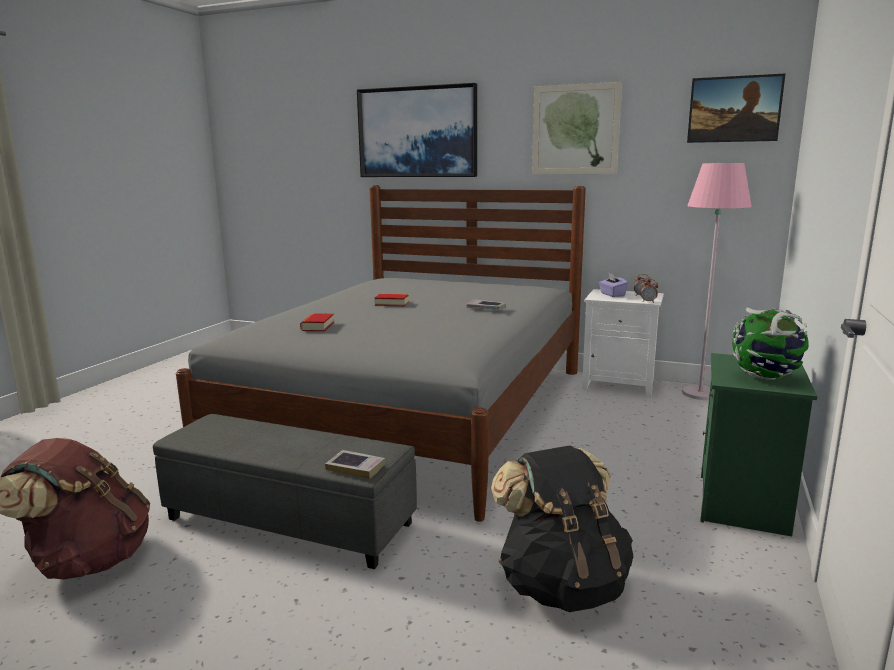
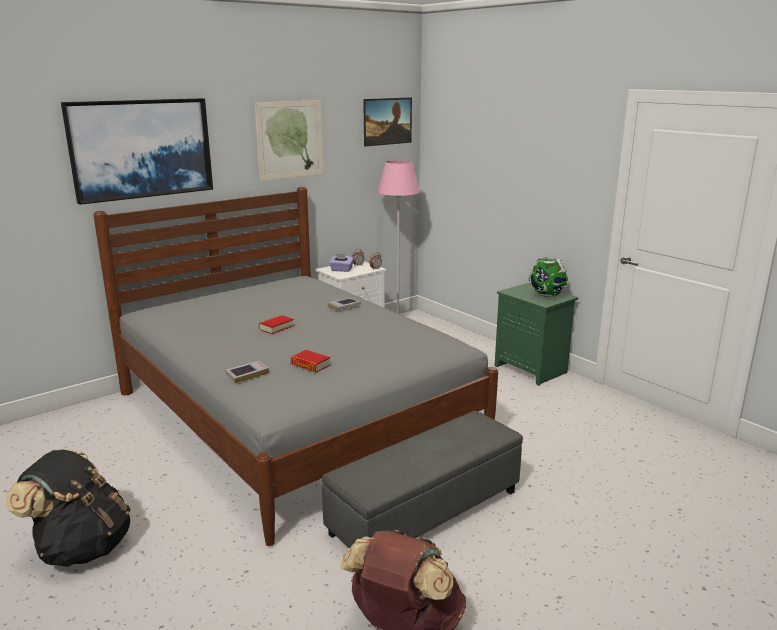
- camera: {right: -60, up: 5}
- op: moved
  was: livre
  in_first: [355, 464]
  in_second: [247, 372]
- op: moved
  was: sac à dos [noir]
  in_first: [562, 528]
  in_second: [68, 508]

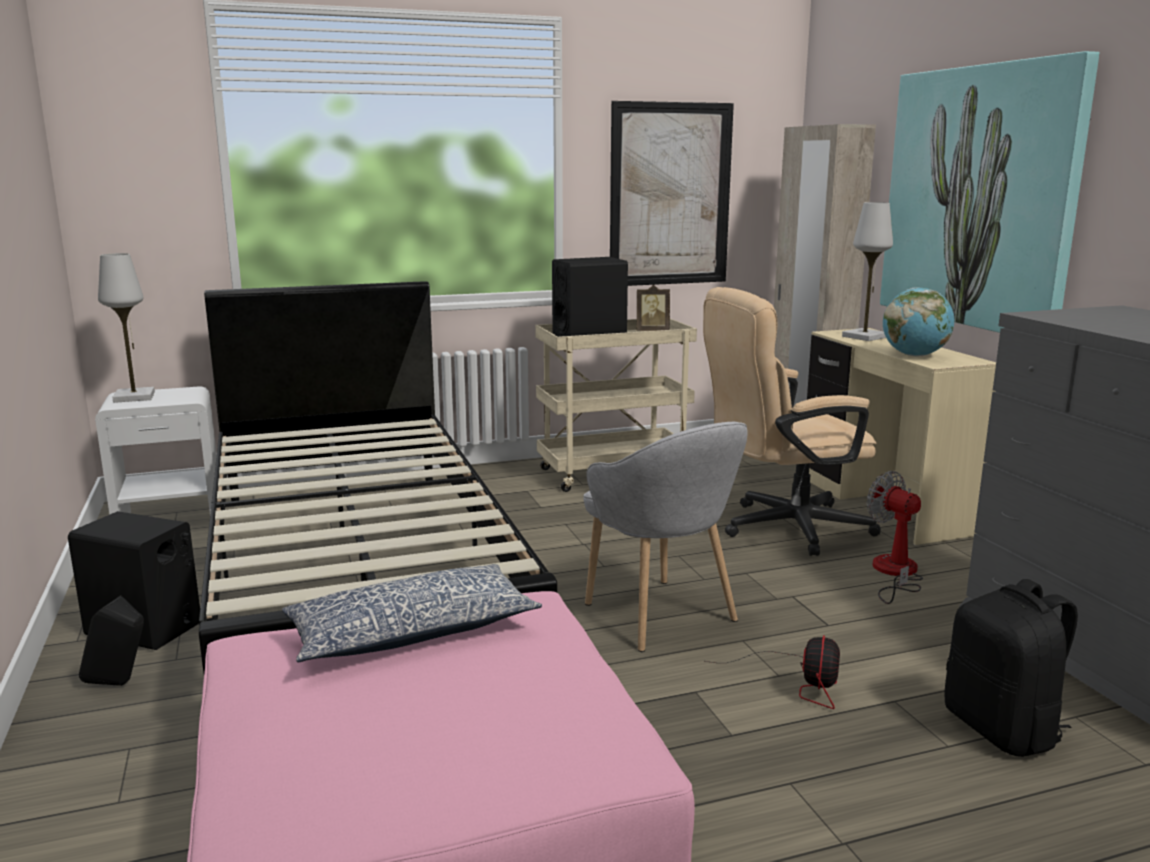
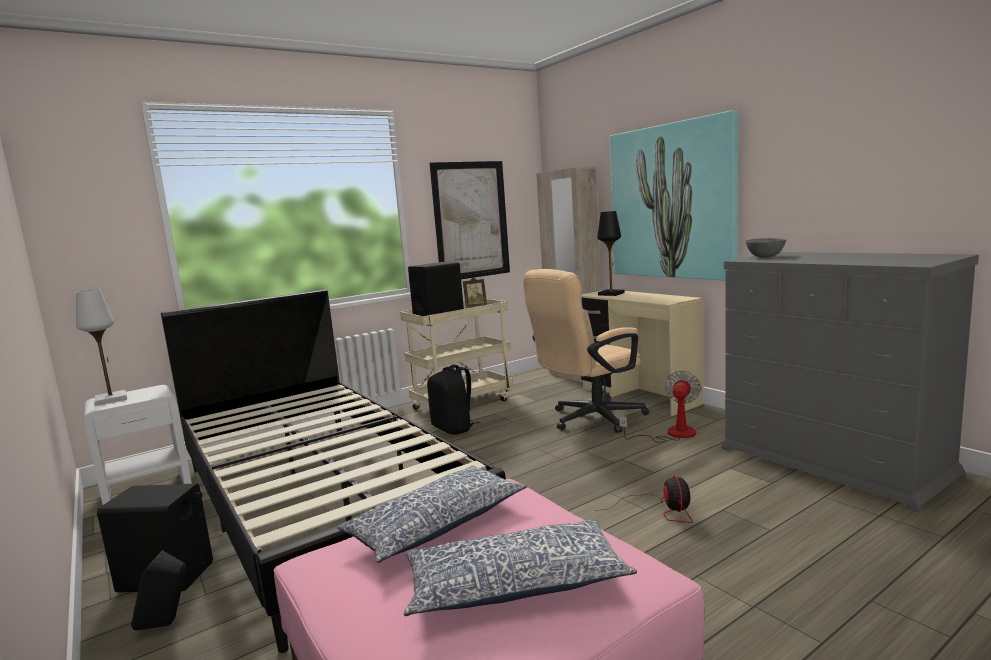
- camera: {right: -15, up: -5}
- op: removed
  was: fauteuil [gris]
  in_first: [665, 537]
- op: removed
  was: globe
  in_first: [918, 321]
- op: added
  now: coussin
  in_second: [520, 567]
- op: added
  now: bol [gris]
  in_second: [766, 248]
- op: moved
  was: sac à dos [noir]
  in_first: [1011, 668]
  in_second: [454, 400]
- op: recoloured
  was: lampe de table [blanc]
  now: lampe de table [noir]
  in_first: [867, 271]
  in_second: [611, 253]
- op: turned
  was: ventilateur
  in_first: [895, 537]
  in_second: [660, 406]
  clockwise: 75

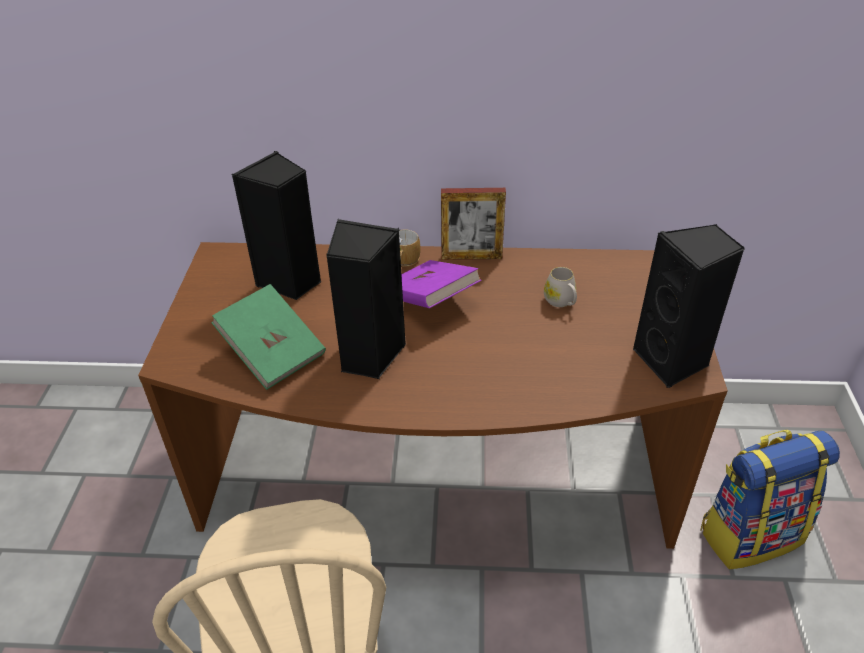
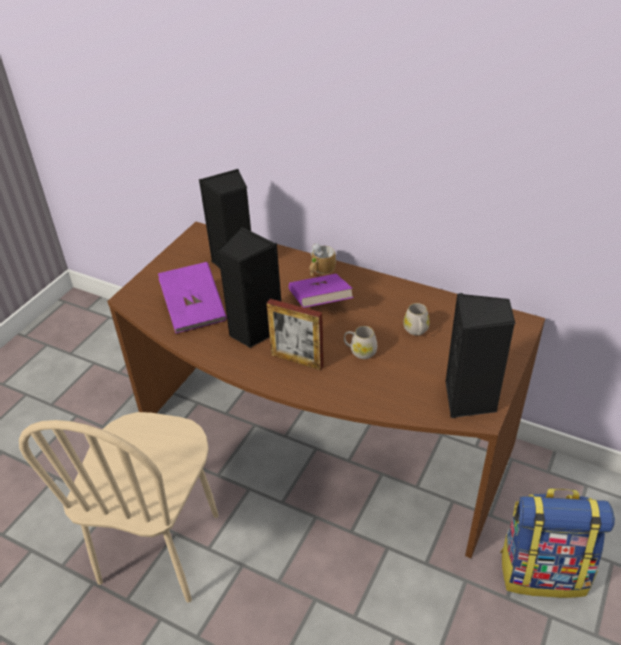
- camera: {right: 25, up: 0}
- op: added
  now: mug [blanc]
  in_second: [360, 342]
- op: moved
  was: cadre photo
  in_first: [473, 224]
  in_second: [295, 334]
- op: recoloured
  was: livre [vert]
  now: livre [violet]
  in_first: [268, 337]
  in_second: [192, 297]

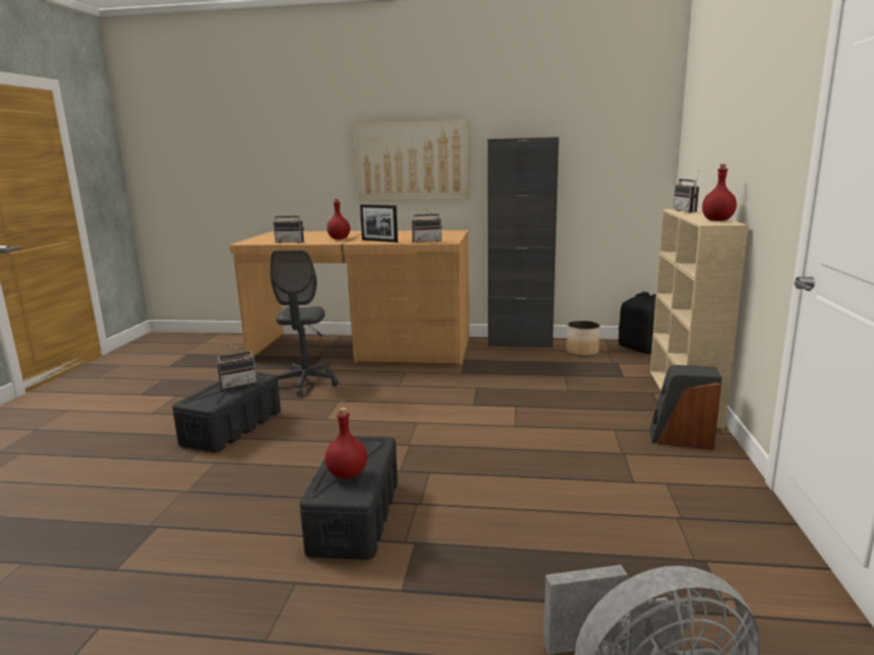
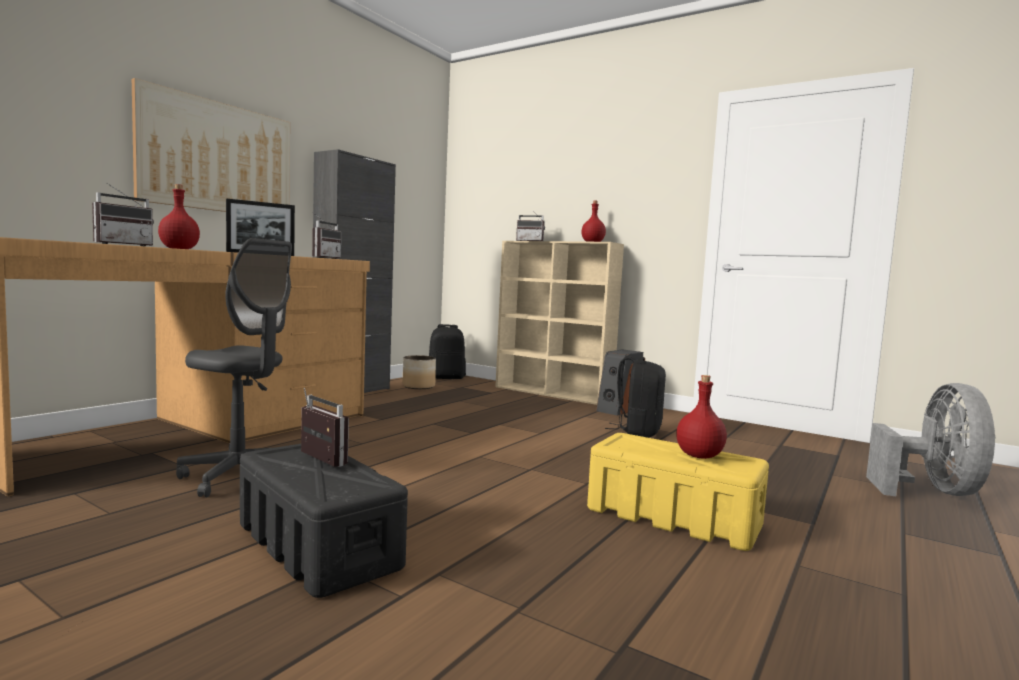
- camera: {right: -65, up: -10}
- op: added
  now: sac à dos [noir]
  in_second: [635, 396]
- op: recoloured
  was: boîte de rangement [noir]
  now: boîte de rangement [jaune]
  in_first: [349, 498]
  in_second: [678, 492]
- op: turned
  was: radio
  in_first: [237, 365]
  in_second: [325, 427]
  clockwise: -45

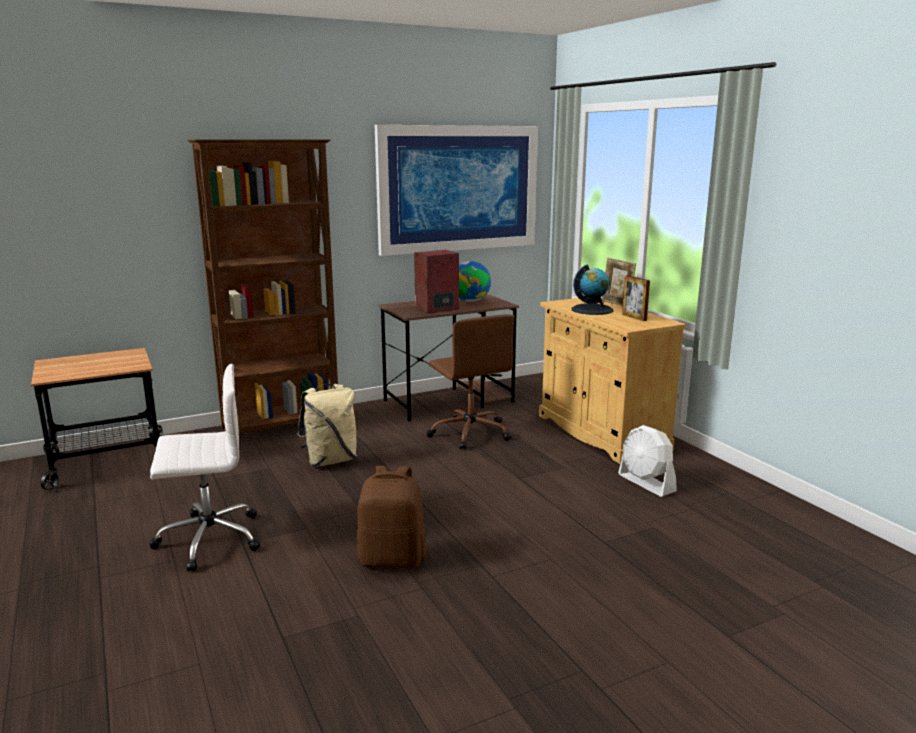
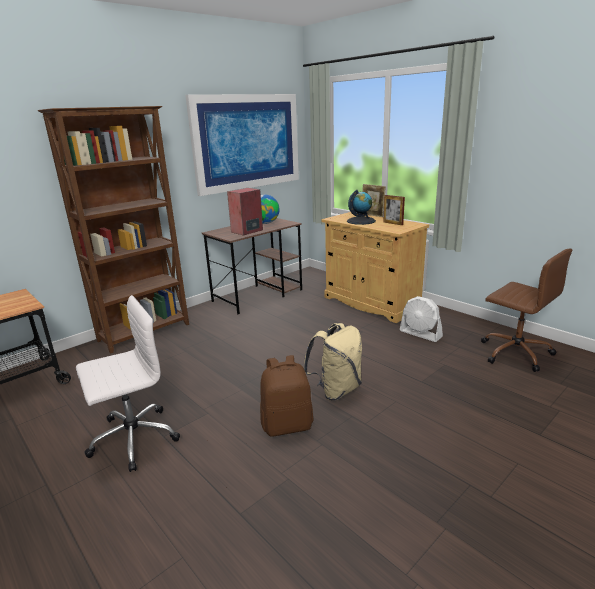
- camera: {right: -15, up: 5}
- op: moved
  was: sac à dos [beige]
  in_first: [327, 425]
  in_second: [333, 361]
- op: moved
  was: chaise de bureau [marron]
  in_first: [470, 382]
  in_second: [527, 310]

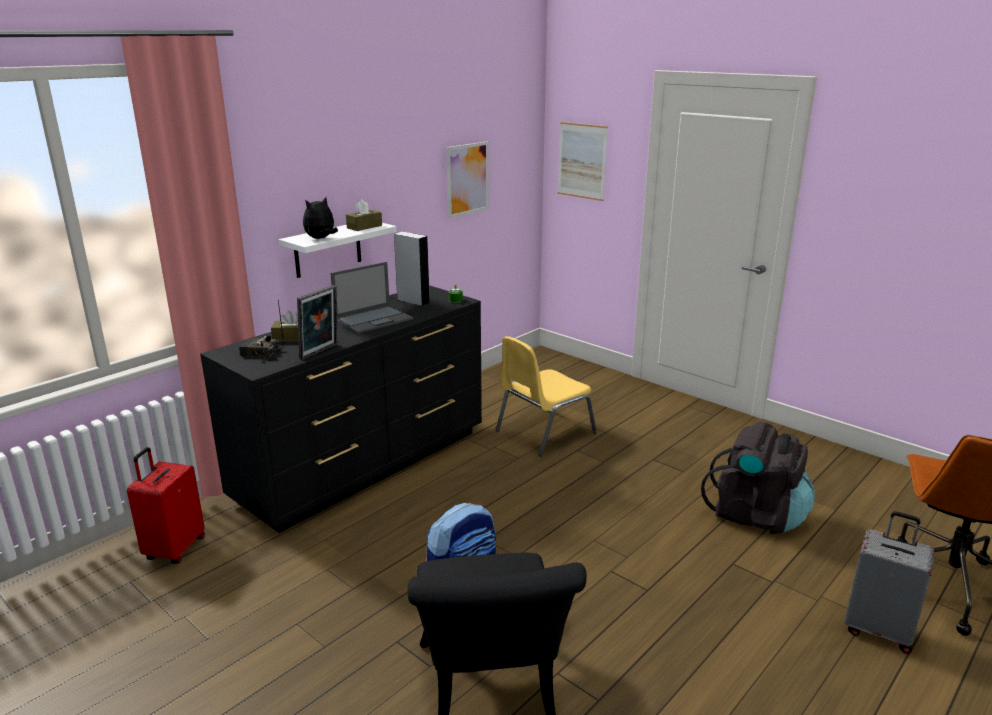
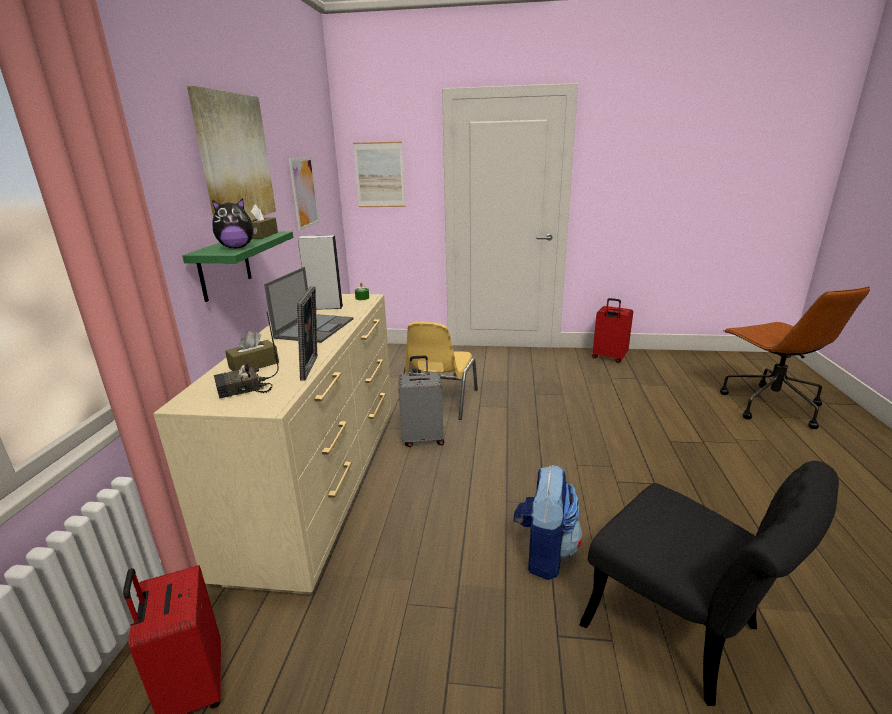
- camera: {right: -35, up: 0}
- op: removed
  was: sac à dos [noir]
  in_first: [758, 478]
- op: added
  now: tableau
  in_second: [231, 152]
- op: added
  now: valise [rouge]
  in_second: [612, 330]
- op: moved
  was: valise [gris]
  in_first: [889, 582]
  in_second: [421, 401]
- op: recoloured
  was: commode [noir]
  now: commode [beige]
  in_first: [341, 409]
  in_second: [273, 444]
- op: recoloured
  was: étagère [blanc]
  now: étagère [vert]
  in_first: [338, 250]
  in_second: [237, 266]
- op: turned
  was: peluche
  in_first: [320, 218]
  in_second: [234, 223]
  clockwise: -120

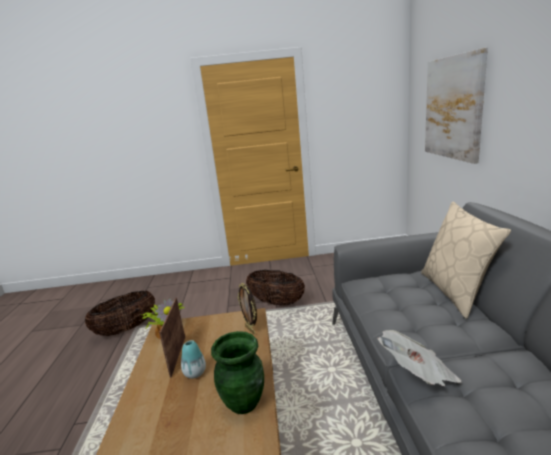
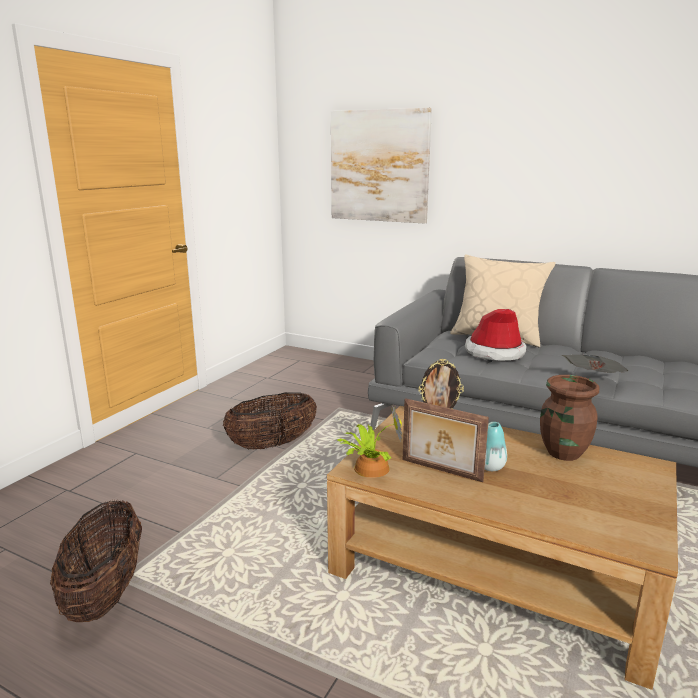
- camera: {right: -60, up: 0}
- op: added
  now: chapeau
  in_second: [495, 335]
- op: recoloured
  was: vase [vert]
  now: vase [marron]
  in_first: [237, 372]
  in_second: [569, 418]

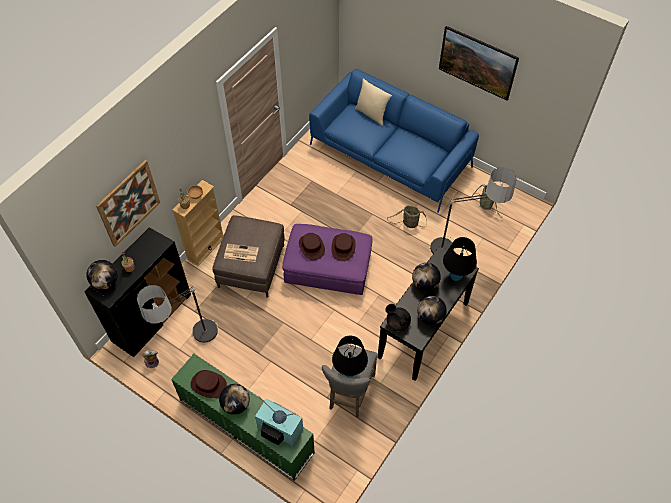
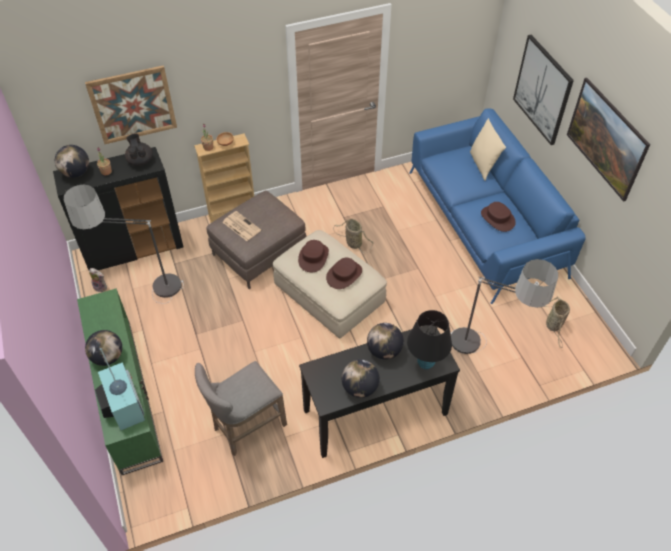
- camera: {right: 35, up: -5}
- op: removed
  was: lampe de table [noir]
  in_first: [350, 356]
- op: added
  now: tableau
  in_second: [543, 90]
- op: moved
  was: chapeau [marron]
  in_first: [208, 384]
  in_second: [498, 217]
- op: moved
  was: théière [noir]
  in_first: [398, 317]
  in_second: [139, 149]
- op: moved
  was: panier
  in_first: [407, 217]
  in_second: [353, 236]
- op: recoloured
  was: pouf [violet]
  now: pouf [beige]
  in_first: [327, 259]
  in_second: [330, 284]

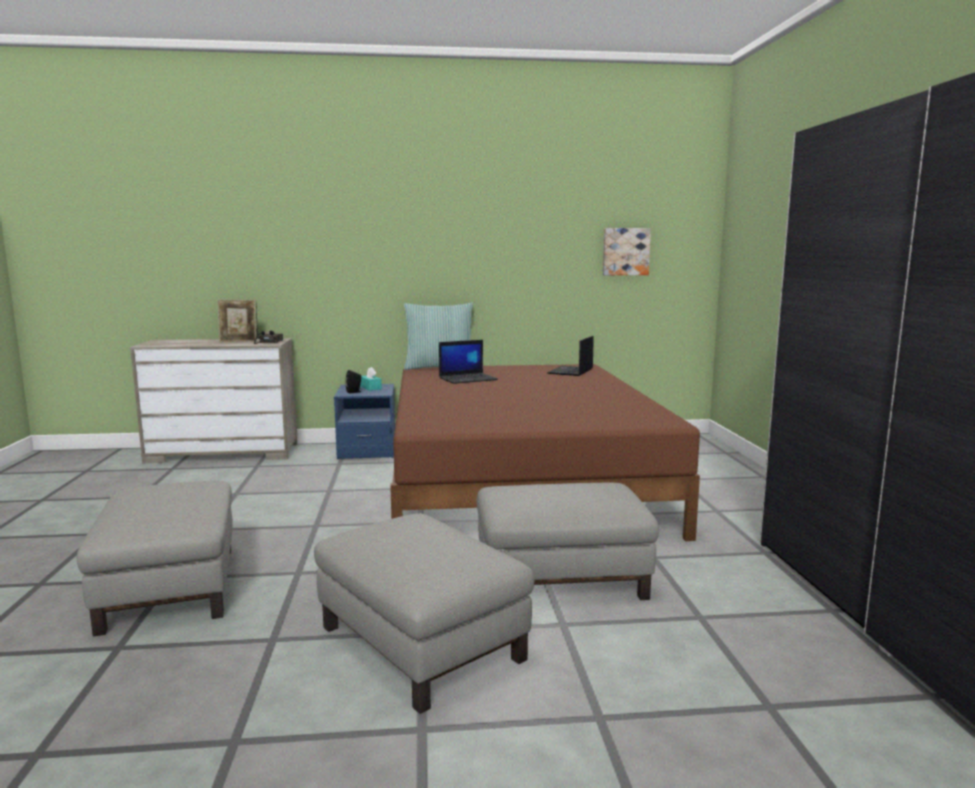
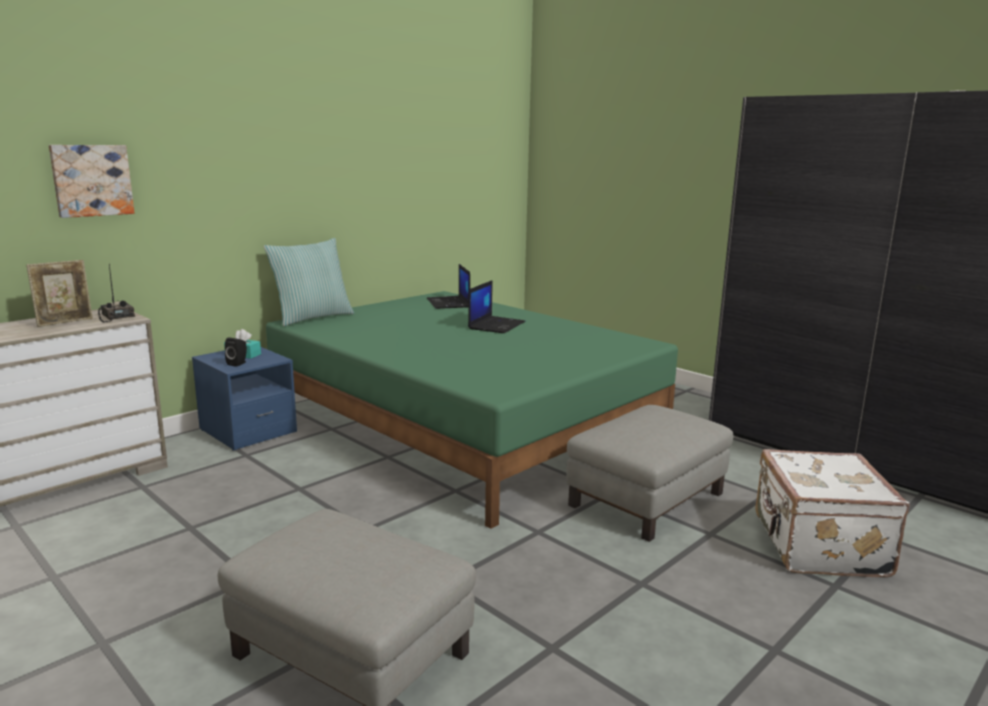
- camera: {right: -40, up: 5}
- op: removed
  was: pouf [gris]
  in_first: [424, 613]
- op: added
  now: valise [blanc]
  in_second: [832, 513]
- op: moved
  was: ordinateur portable
  in_first: [468, 362]
  in_second: [497, 306]
- op: moved
  was: tableau
  in_first: [627, 251]
  in_second: [91, 181]
- op: recoloured
  was: lit [marron]
  now: lit [vert]
  in_first: [545, 452]
  in_second: [472, 410]

